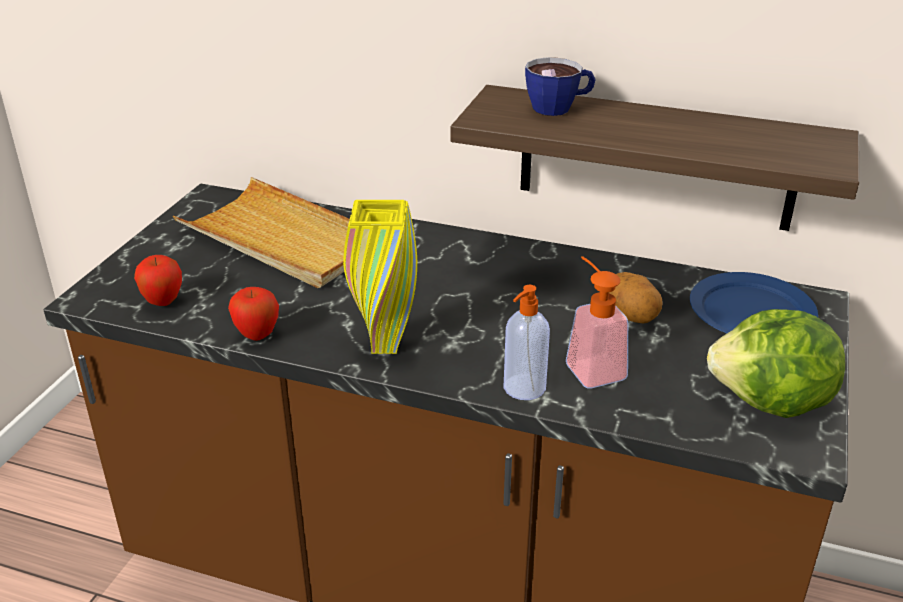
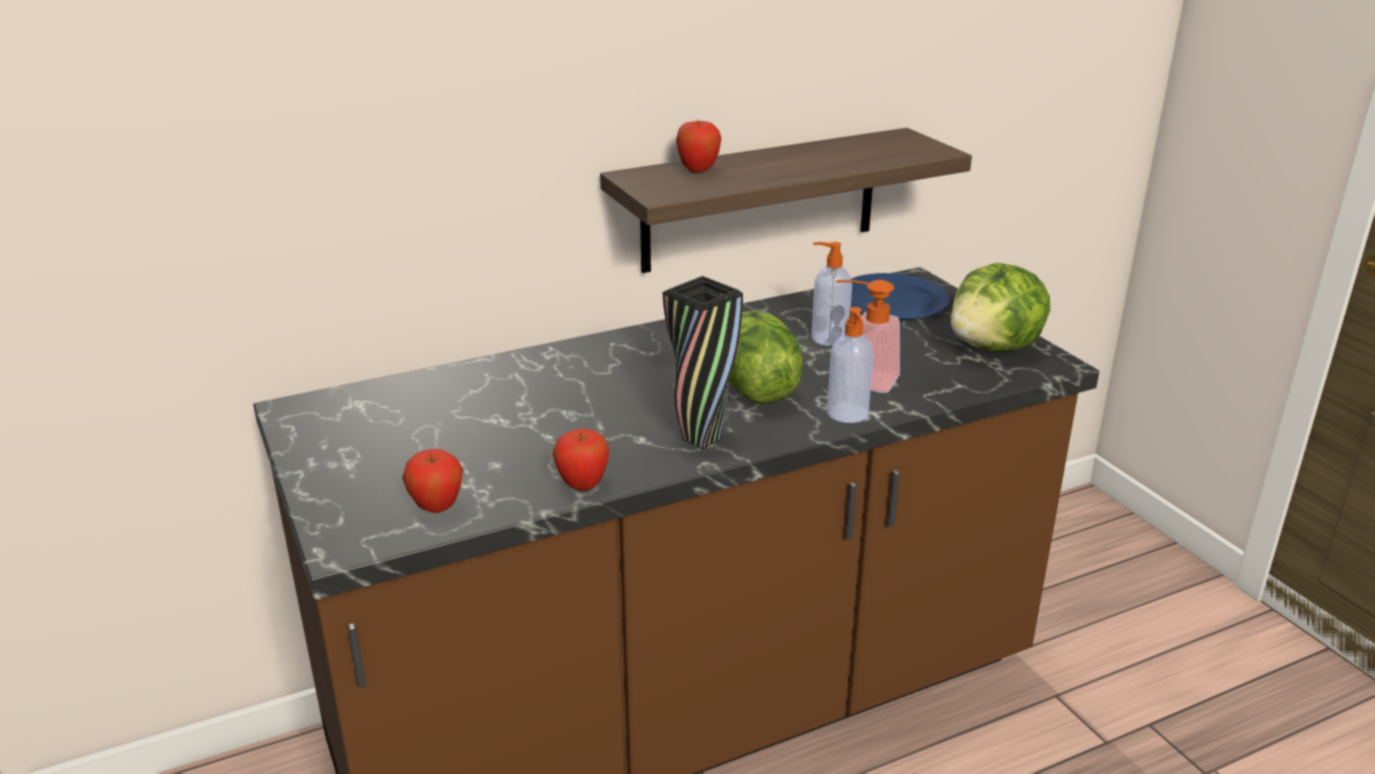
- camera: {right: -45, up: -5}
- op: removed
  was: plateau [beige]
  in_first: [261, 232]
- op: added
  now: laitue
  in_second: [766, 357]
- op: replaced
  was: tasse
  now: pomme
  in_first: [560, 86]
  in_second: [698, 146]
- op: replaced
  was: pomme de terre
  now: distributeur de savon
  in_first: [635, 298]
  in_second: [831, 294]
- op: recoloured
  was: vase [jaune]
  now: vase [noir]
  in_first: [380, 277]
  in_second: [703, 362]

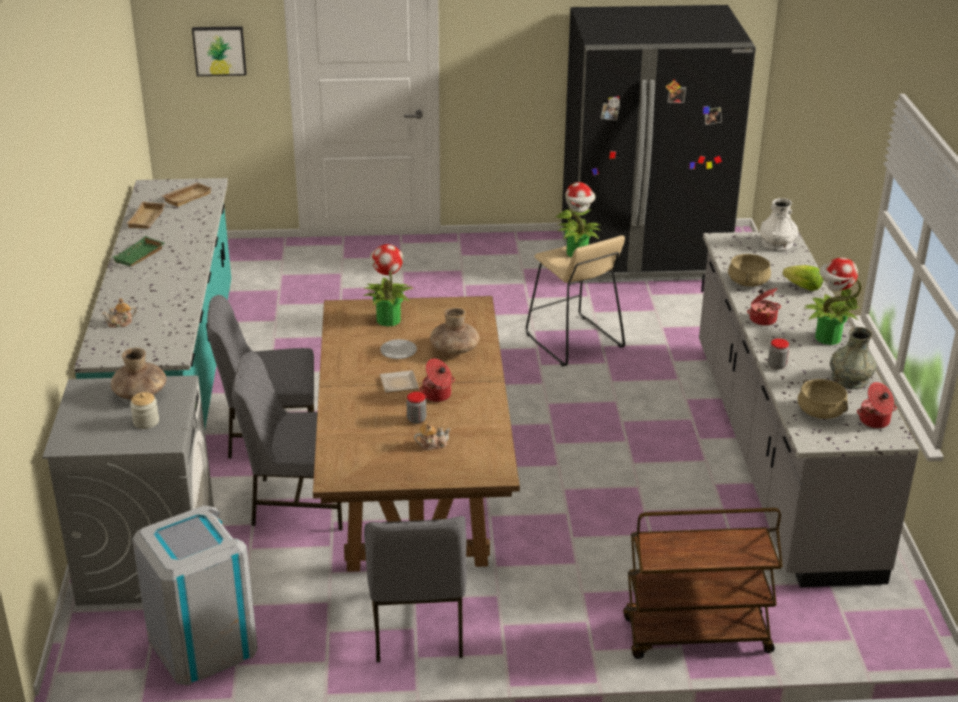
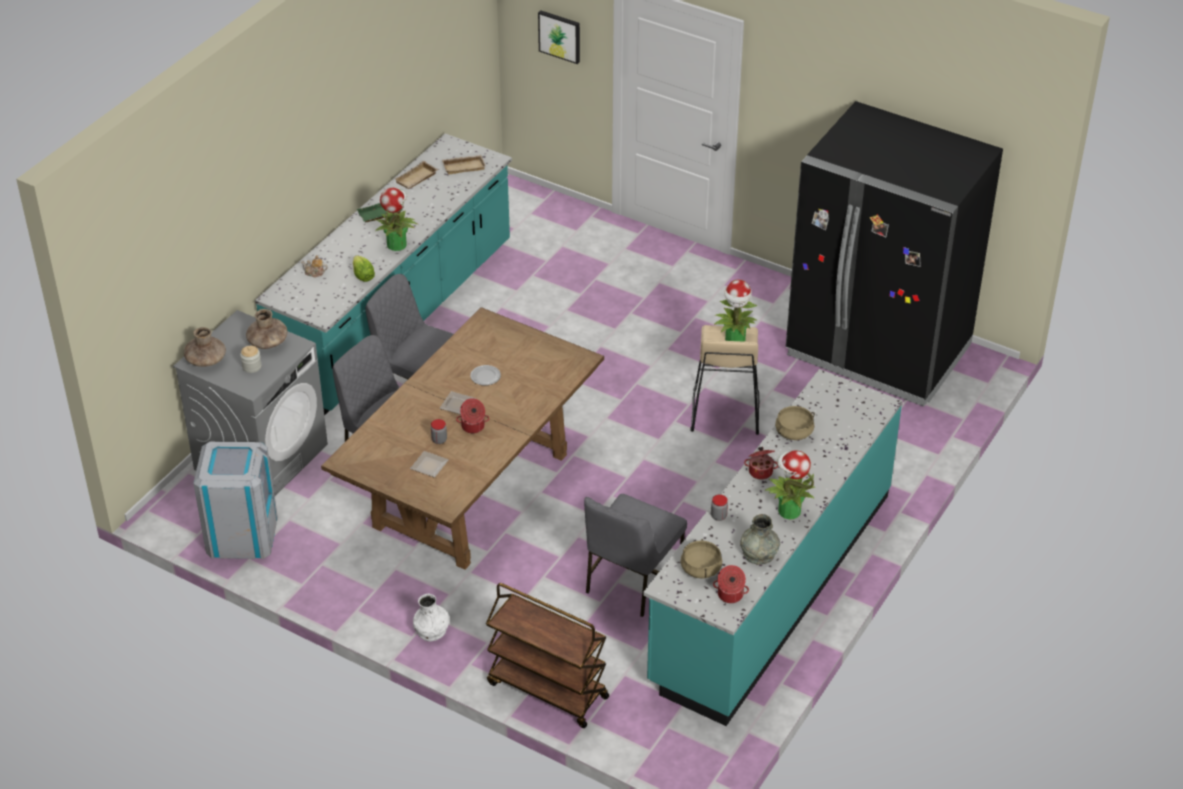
- camera: {right: 35, up: 10}
- op: moved
  was: plante en pot
  in_first: [388, 285]
  in_second: [396, 219]
- op: moved
  was: chaise [gris]
  in_first: [415, 589]
  in_second: [635, 555]
- op: moved
  was: vase [marron]
  in_first: [454, 331]
  in_second: [205, 347]
- op: moved
  was: vase [blanc]
  in_first: [779, 224]
  in_second: [431, 618]
- op: moved
  was: laitue
  in_first: [803, 278]
  in_second: [364, 268]
- op: replaced
  was: théière
  now: assiette
  in_first: [432, 436]
  in_second: [429, 464]
- op: recoloured
  was: comptoir de cuisine [gris]
  now: comptoir de cuisine [turquoise]
  in_first: [809, 409]
  in_second: [773, 547]

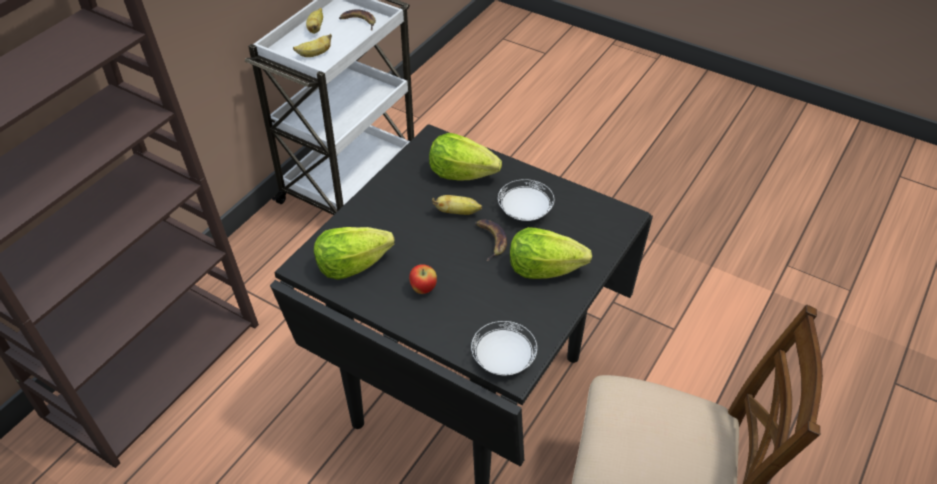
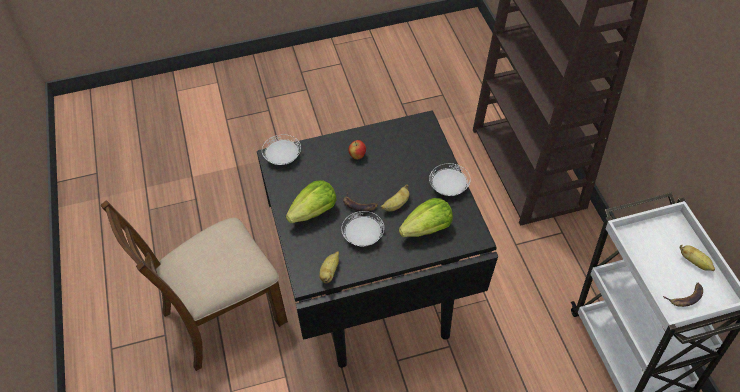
- camera: {right: 135, up: 5}
- op: removed
  was: laitue
  in_first: [354, 253]
- op: added
  now: assiette [blanc]
  in_second: [450, 179]
- op: moved
  was: banane
  in_first: [312, 45]
  in_second: [329, 267]

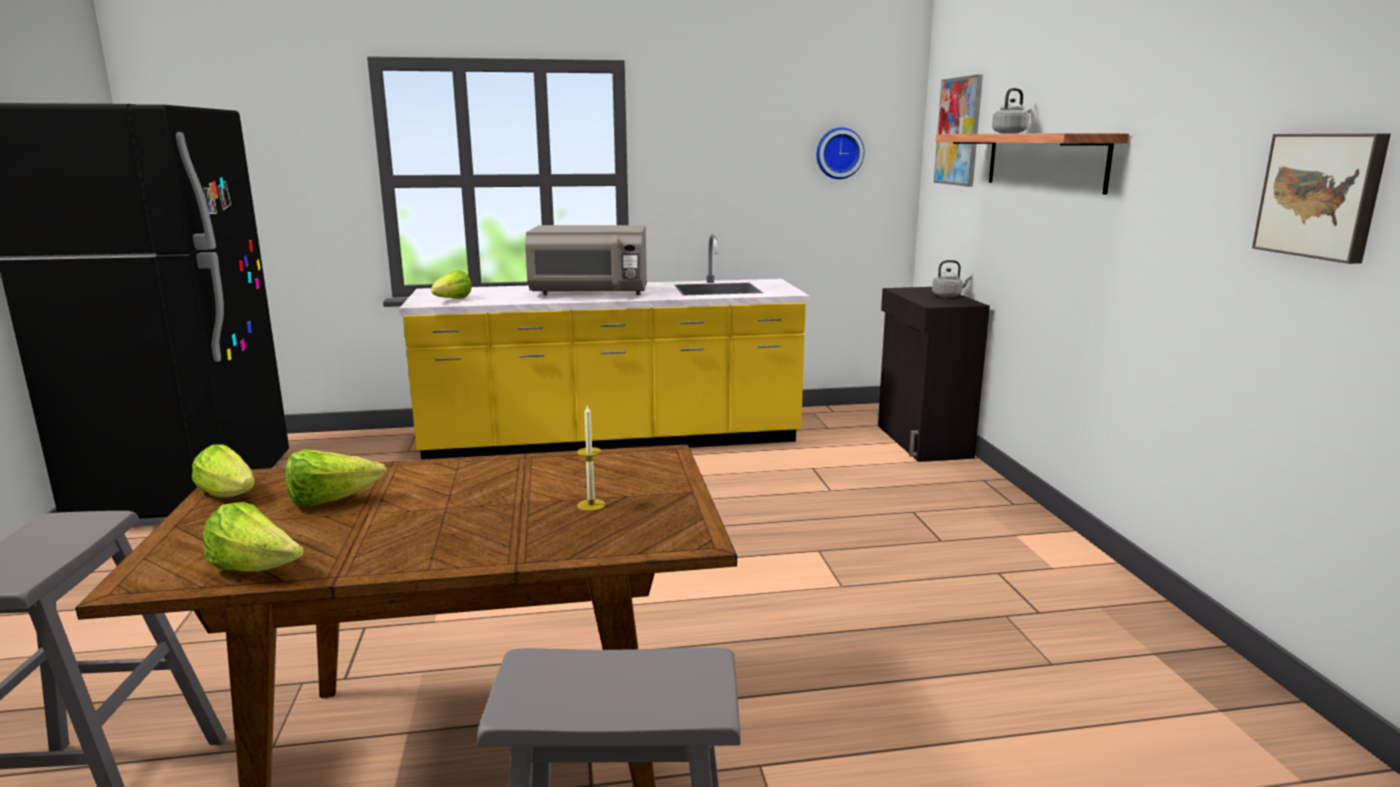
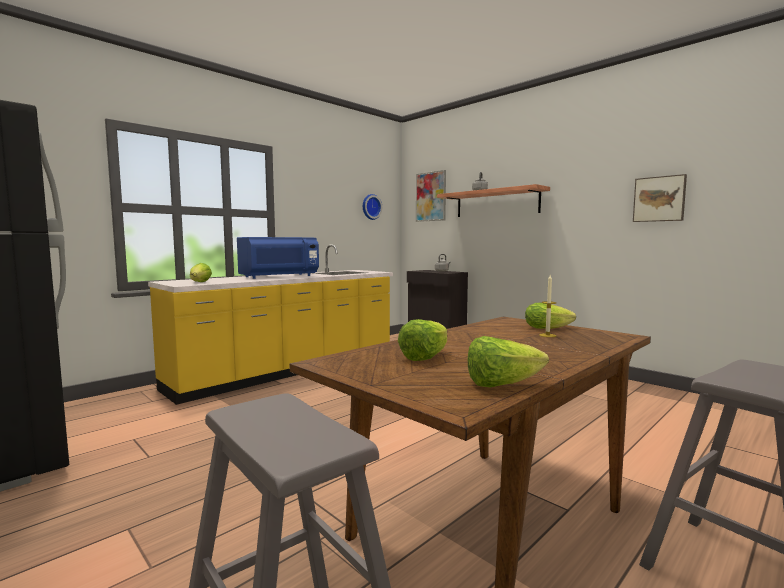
- camera: {right: -35, up: -10}
- op: moved
  was: laitue
  in_first: [223, 471]
  in_second: [550, 316]
- op: recoloured
  was: micro-ondes [gris]
  now: micro-ondes [bleu]
  in_first: [586, 260]
  in_second: [278, 258]

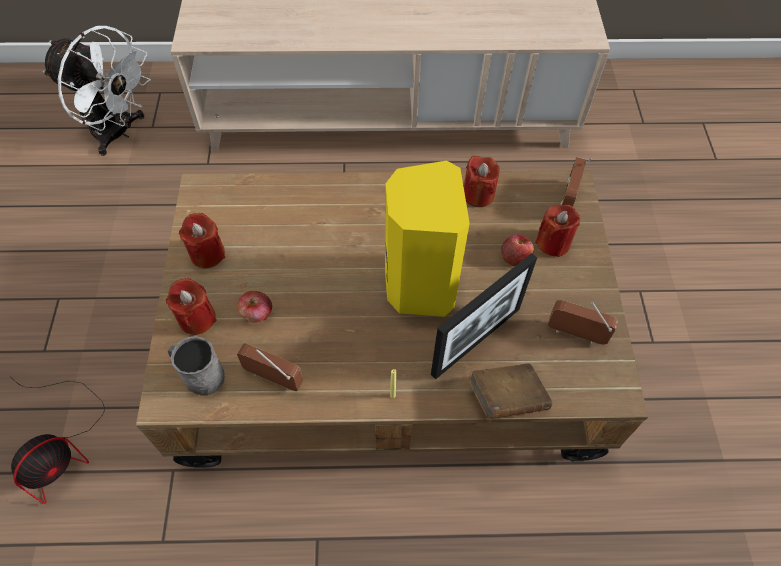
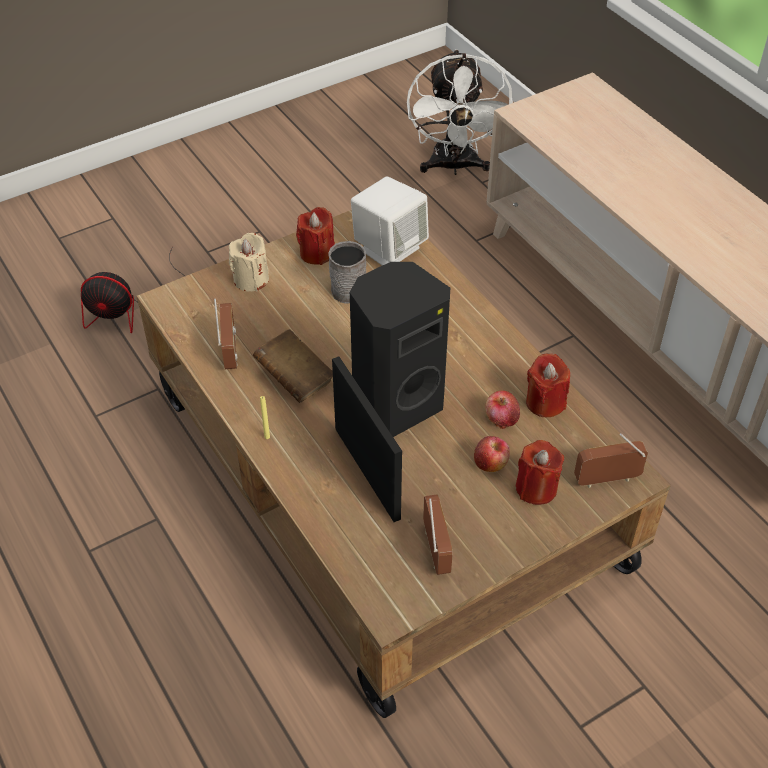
- camera: {right: 60, up: -10}
- op: added
  now: enceinte [blanc]
  in_second: [390, 221]
- op: moved
  was: mug [gris]
  in_first: [196, 366]
  in_second: [347, 272]
- op: moved
  was: pomme
  in_first: [255, 307]
  in_second: [502, 410]
- op: moved
  was: livre [marron]
  in_first: [510, 391]
  in_second: [293, 366]
- op: recoloured
  was: bougie [rouge]
  now: bougie [beige]
  in_first: [191, 306]
  in_second: [249, 262]
- op: recoloured
  was: enceinte [jaune]
  now: enceinte [noir]
  in_first: [427, 238]
  in_second: [400, 349]
- op: turned
  was: cadre photo
  in_first: [484, 316]
  in_second: [367, 439]
  clockwise: -135

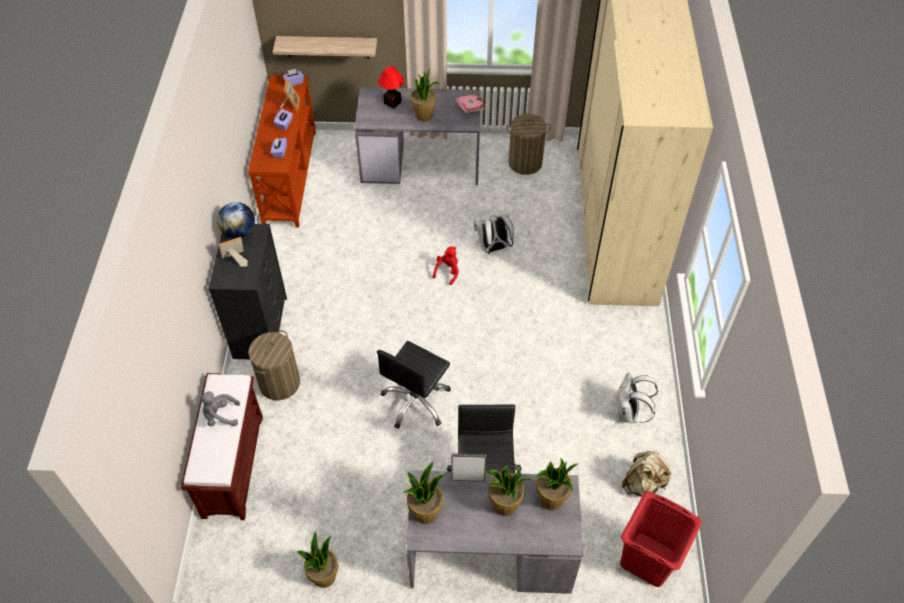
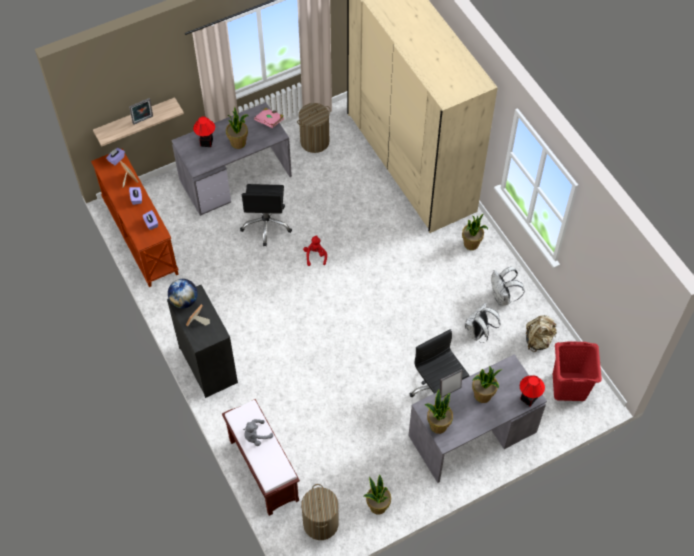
- camera: {right: -30, up: 5}
- op: added
  now: cadre photo
  in_second: [141, 111]
- op: added
  now: lampe de table
  in_second: [532, 390]
- op: moved
  was: panier à linge
  in_first: [274, 365]
  in_second: [320, 512]
- op: moved
  was: chaise de bureau [noir]
  in_first: [414, 385]
  in_second: [266, 215]
- op: moved
  was: sac à dos [blanc]
  in_first: [494, 233]
  in_second: [483, 323]
- op: moved
  was: plante en pot
  in_first: [556, 484]
  in_second: [475, 232]

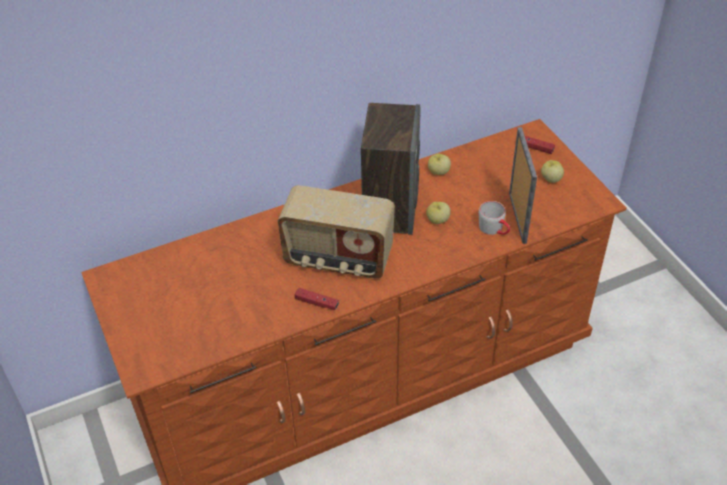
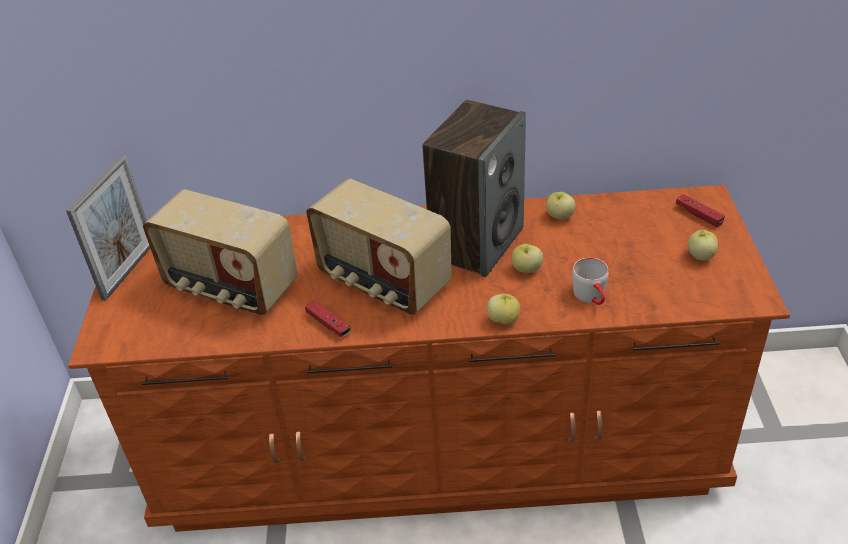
- camera: {right: 25, up: -5}
- op: added
  now: radio
  in_second: [220, 252]
- op: added
  now: pomme
  in_second: [503, 309]
- op: moved
  was: cadre photo
  in_first: [523, 185]
  in_second: [108, 228]

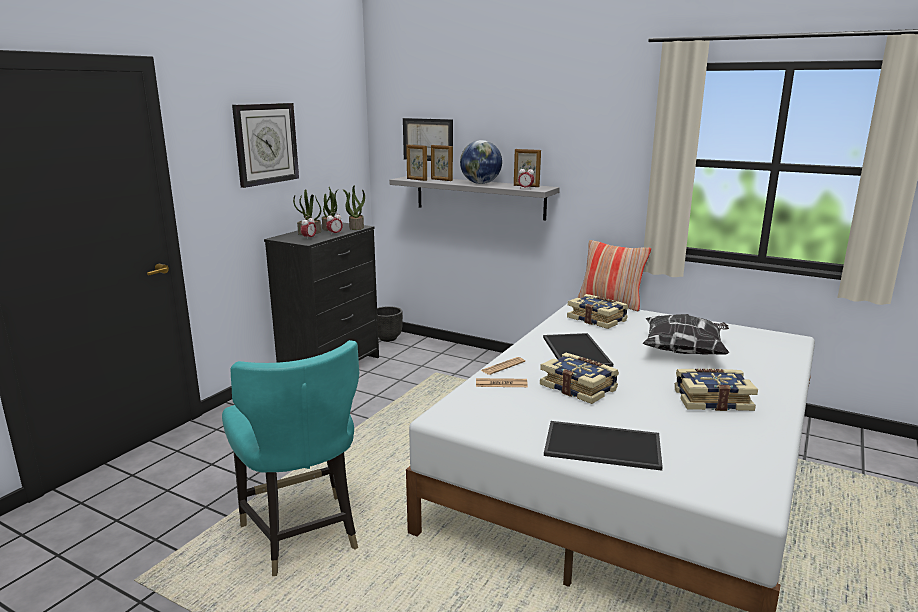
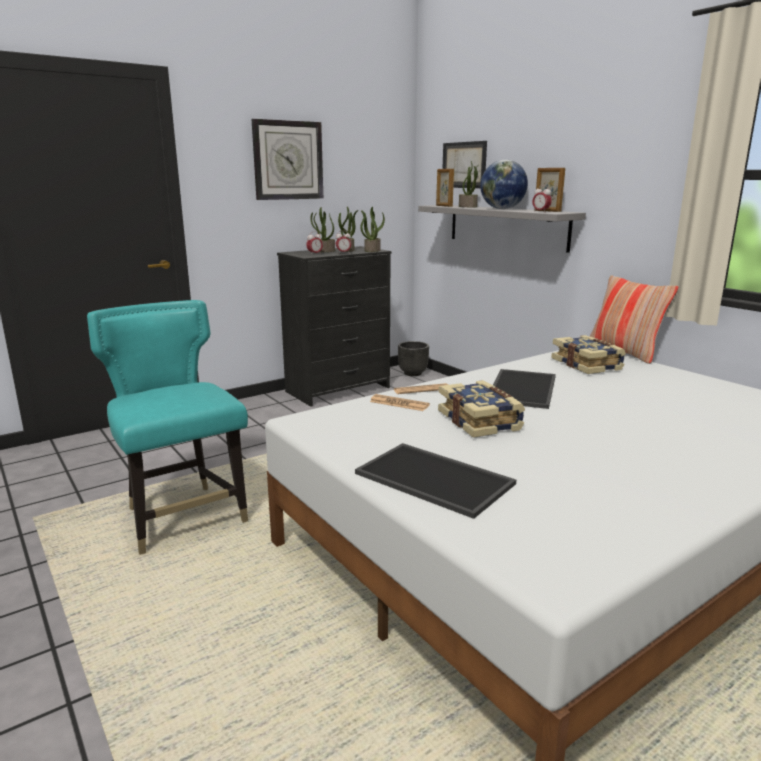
- camera: {right: 25, up: 0}
- op: removed
  was: coussin
  in_first: [686, 334]
- op: removed
  was: livre
  in_first: [716, 390]
- op: replaced
  was: cadre photo
  now: plante en pot
  in_first: [442, 163]
  in_second: [468, 184]
- op: turned
  was: chaise [turquoise]
  in_first: [290, 458]
  in_second: [167, 427]
  clockwise: 150

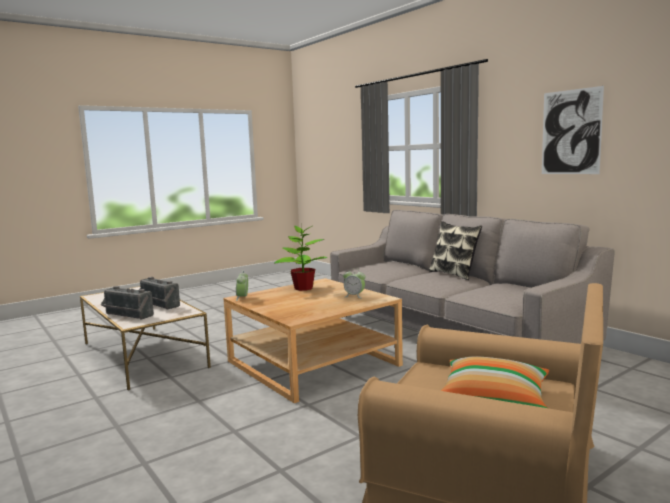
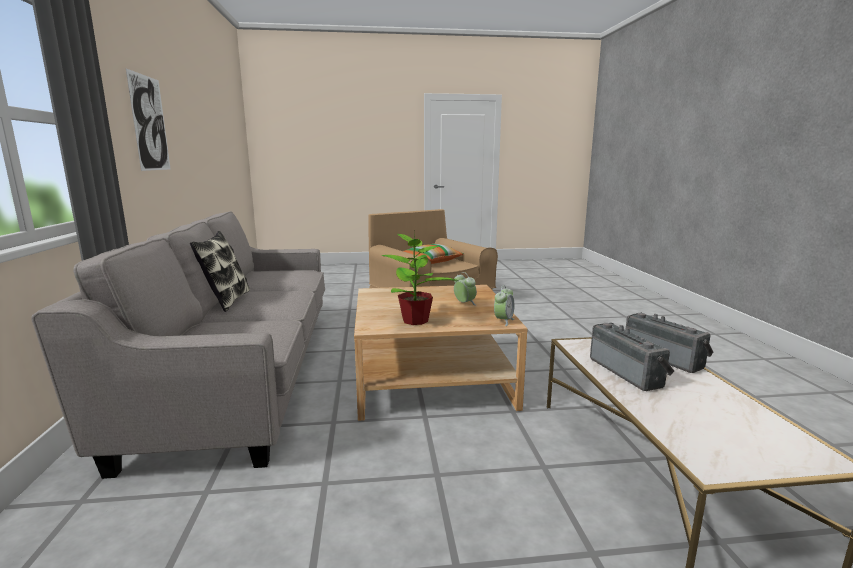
- camera: {right: -150, up: 5}
- op: moved
  was: réveil
  in_first: [354, 283]
  in_second: [465, 289]

